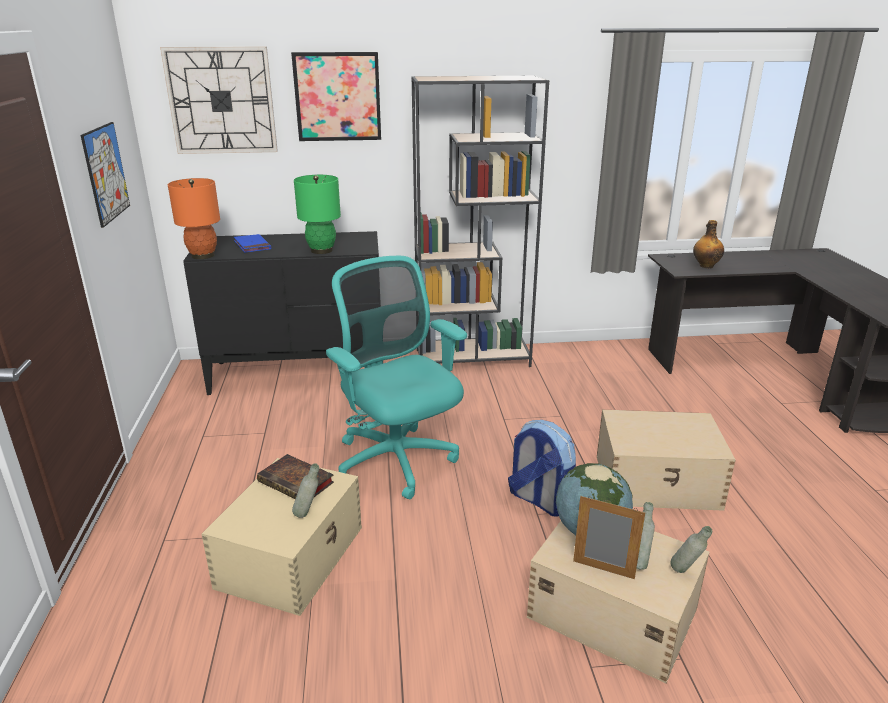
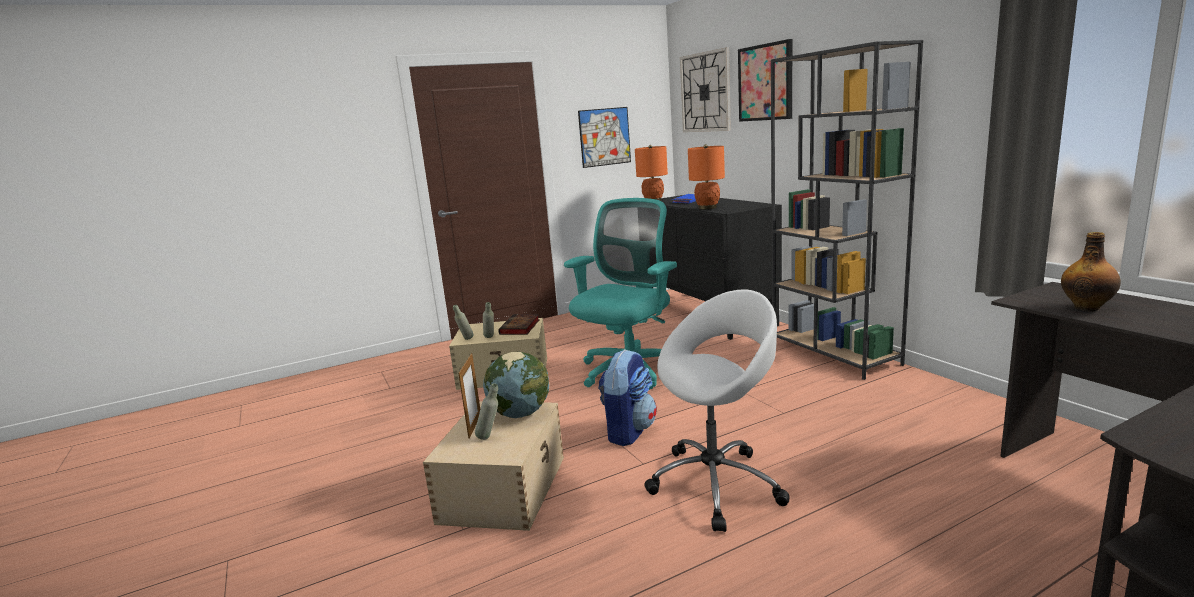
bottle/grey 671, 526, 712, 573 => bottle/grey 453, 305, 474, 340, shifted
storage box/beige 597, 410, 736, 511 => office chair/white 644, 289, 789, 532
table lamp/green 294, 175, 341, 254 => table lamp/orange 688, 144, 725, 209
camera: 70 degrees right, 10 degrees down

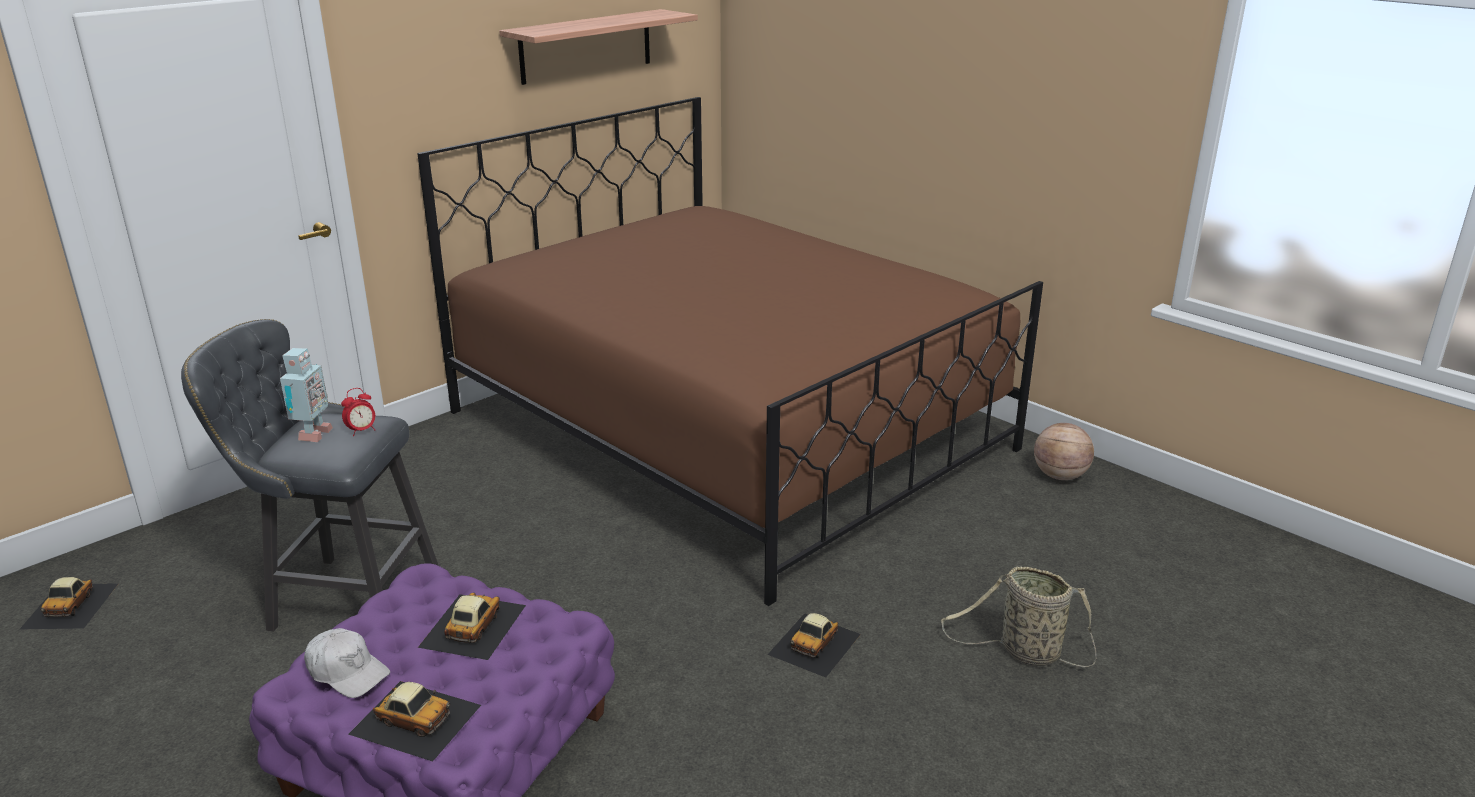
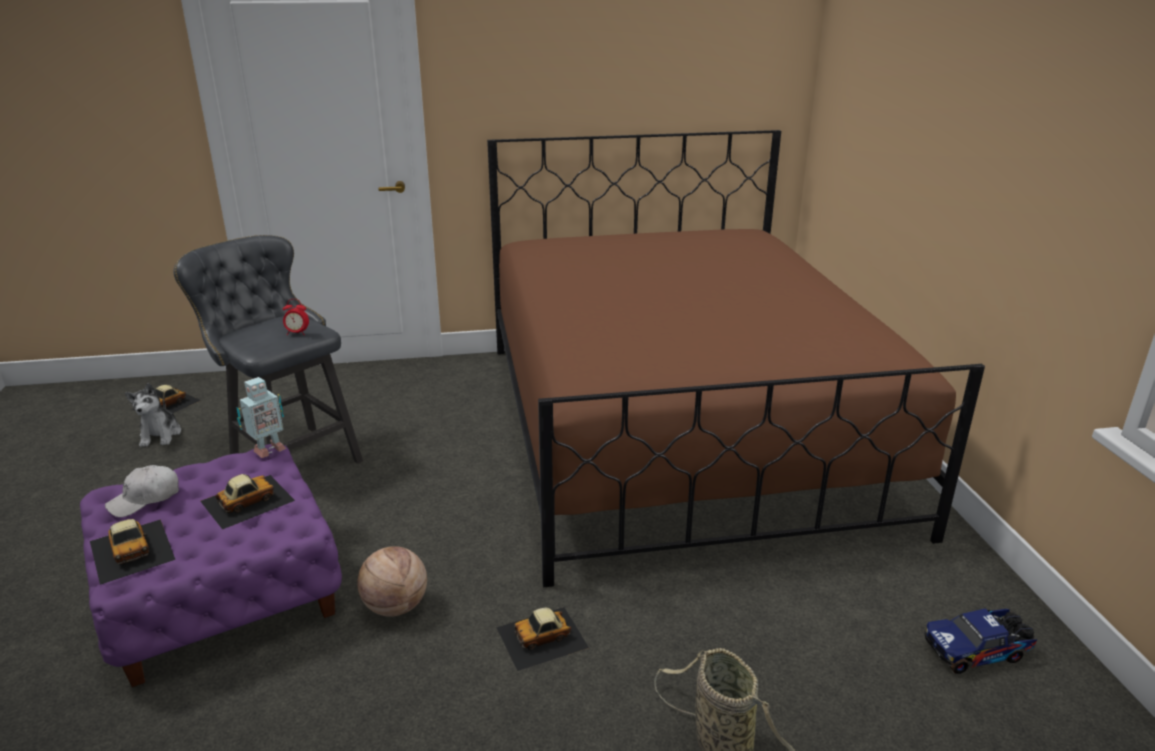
shelf 499, 9, 698, 85 => nothing
nothing => plush toy 125, 383, 181, 447
nothing => toy truck 924, 608, 1038, 674
toy robot 280, 348, 333, 442 => toy robot 237, 377, 286, 458, shifted
basketball 1034, 423, 1094, 480 => basketball 357, 546, 427, 617, shifted
cap/white 304, 628, 390, 698 => cap/white 105, 465, 179, 517, 75 degrees clockwise
camera: 35 degrees right, 0 degrees up

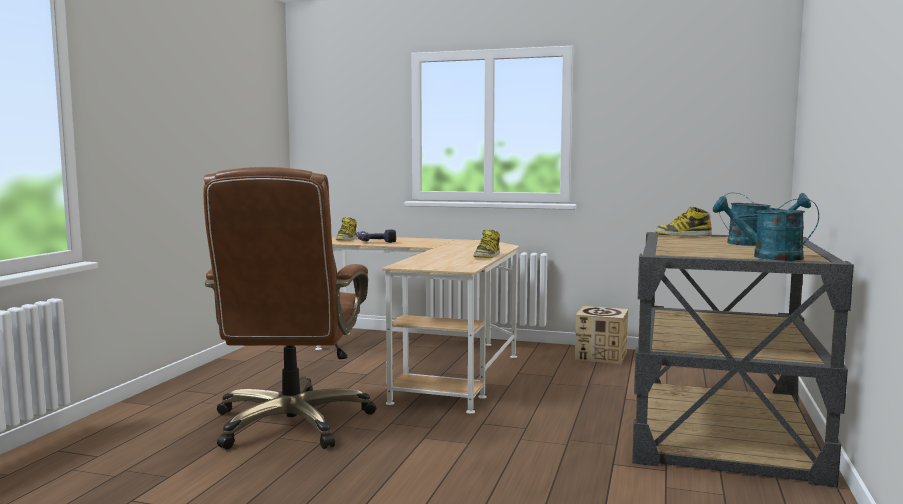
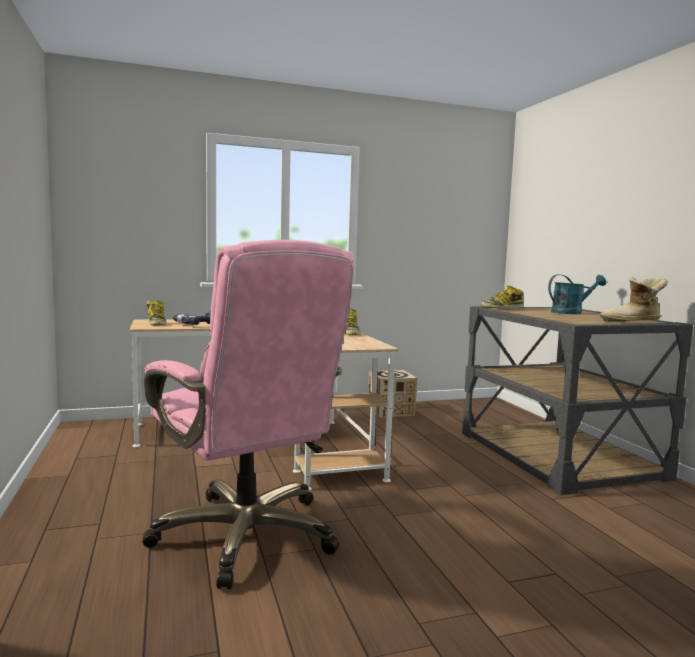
watering can/turquoise 713, 196, 819, 261 => boot 600, 277, 668, 321
office chair/brown 203, 167, 377, 449 => office chair/pink 142, 240, 354, 589
camera: 35 degrees left, 0 degrees up

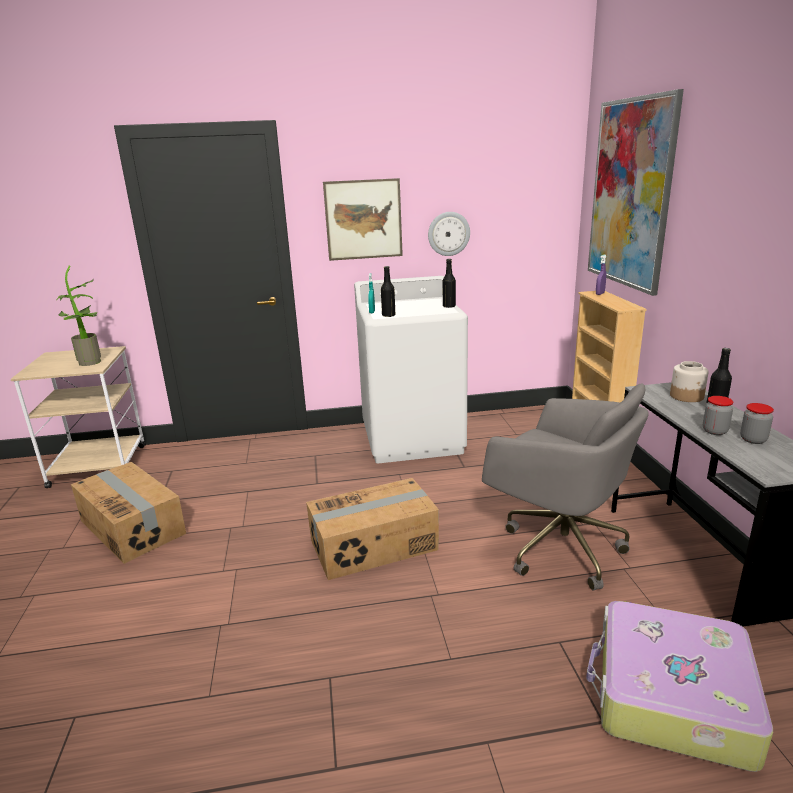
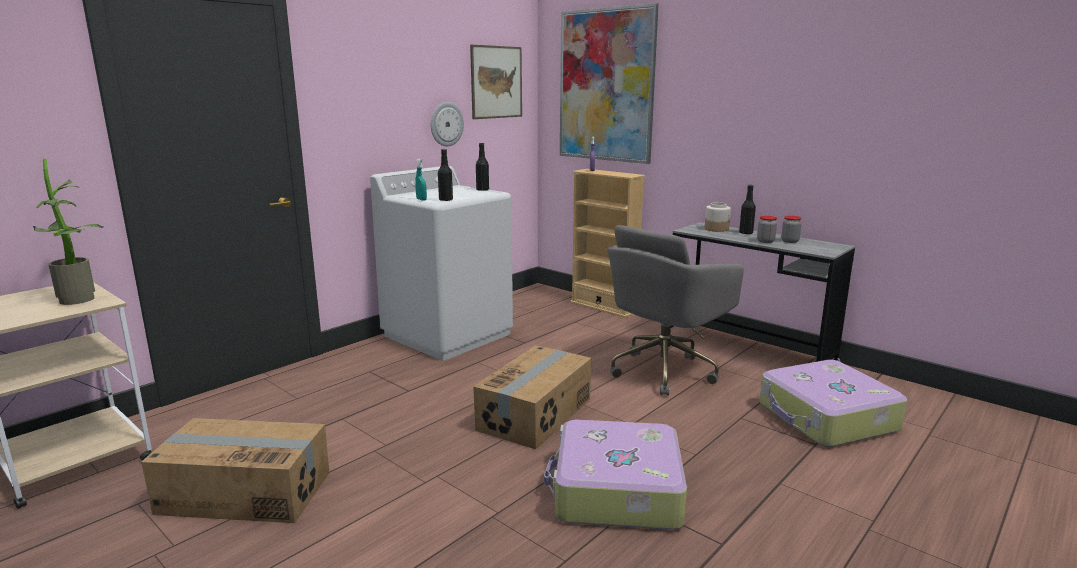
nothing => suitcase 544, 420, 687, 530
picture 323, 178, 403, 261 => picture 470, 45, 522, 119, shifted
office chair/grey 482, 383, 649, 590 => office chair/grey 608, 225, 744, 396, 135 degrees clockwise
camera: 40 degrees left, 5 degrees down

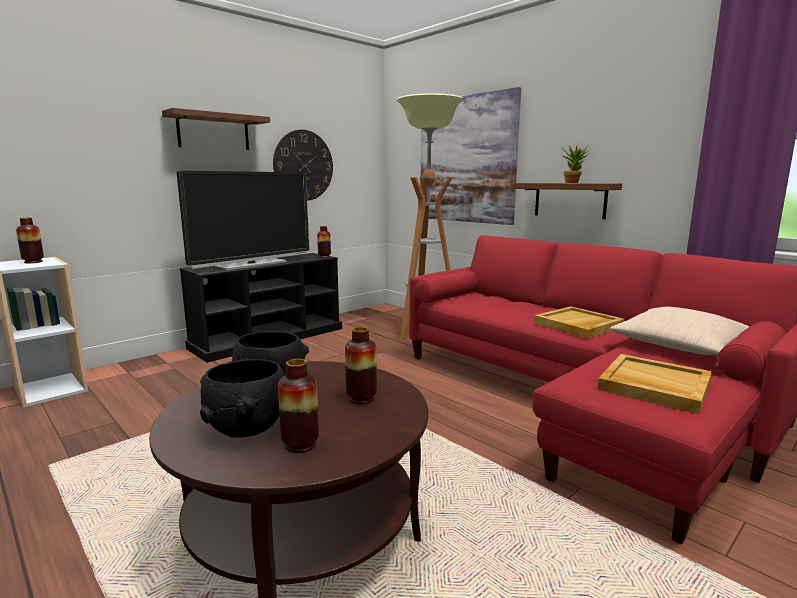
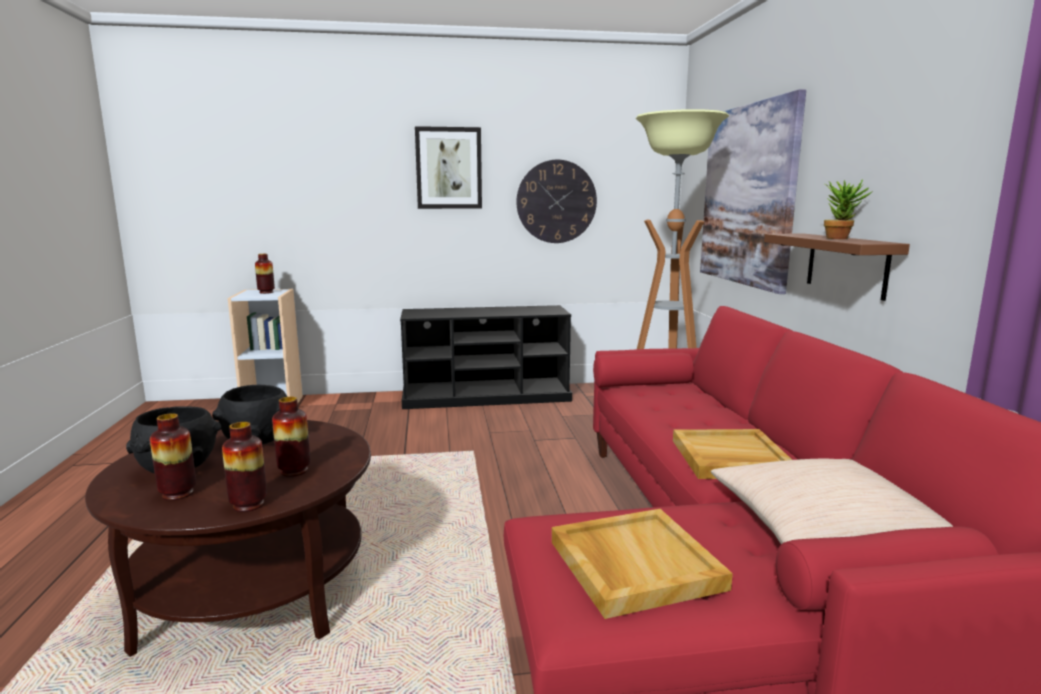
television 177, 171, 309, 271 => nothing
vase 317, 226, 331, 258 => vase 222, 422, 267, 512, shifted
shelf/brown 162, 108, 270, 150 => picture 415, 126, 482, 209
camera: 35 degrees right, 0 degrees up

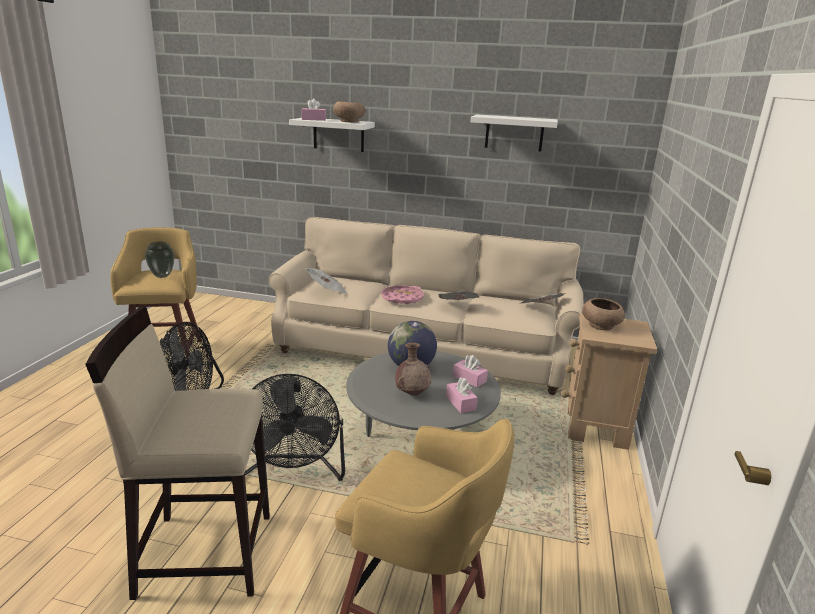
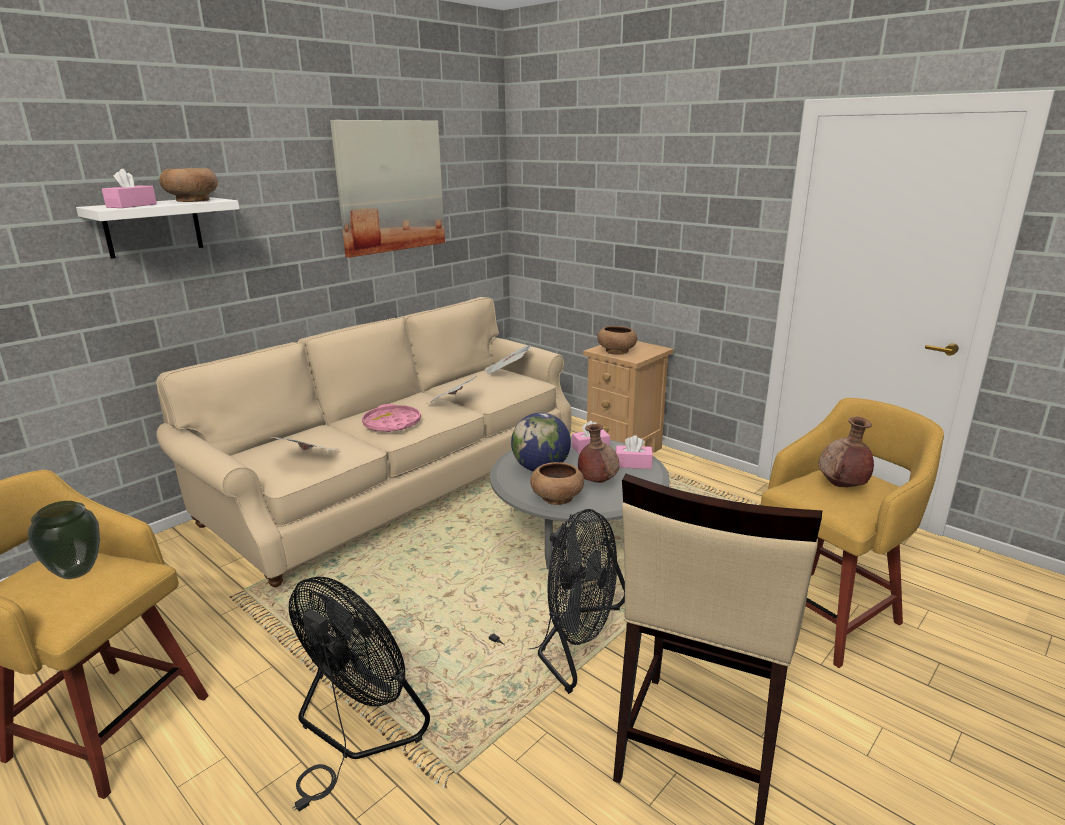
nothing => bowl/brown 530, 462, 584, 505
nothing => vase/brown 818, 417, 874, 487
shelf/white 471, 114, 558, 152 => picture 330, 120, 445, 258
camera: 60 degrees left, 0 degrees up

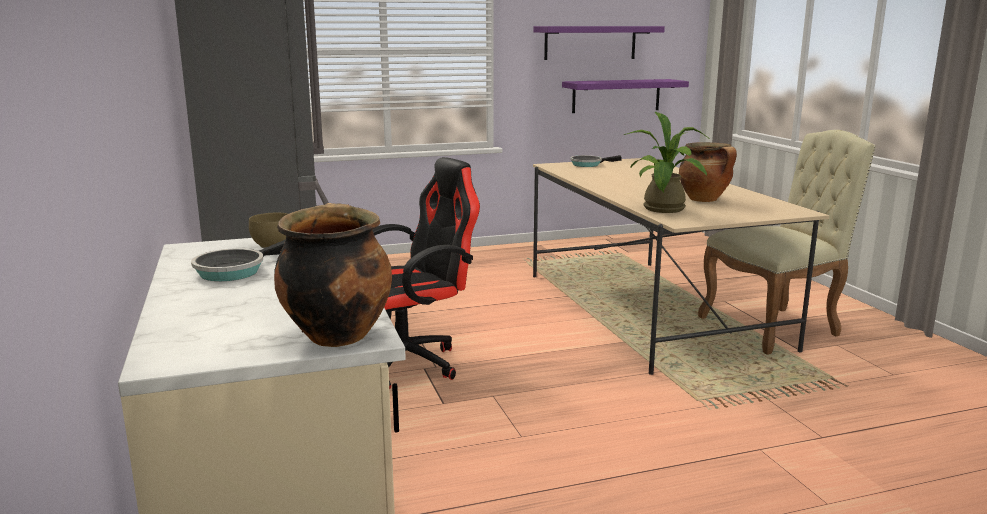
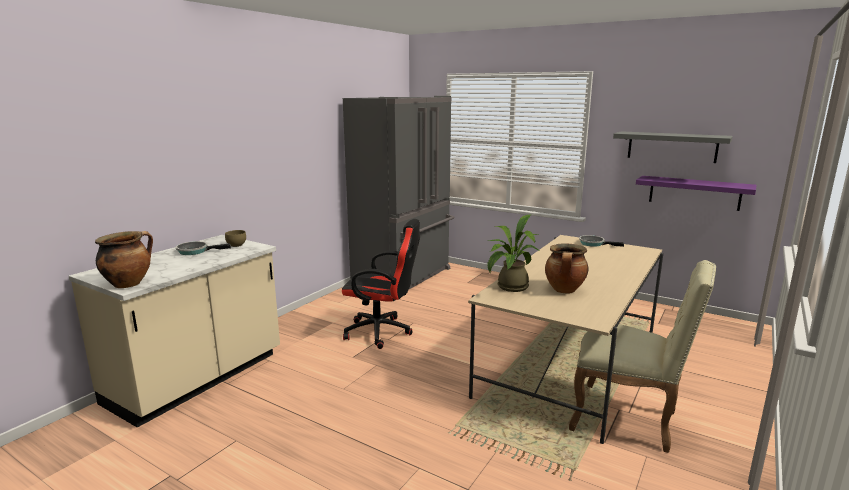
shelf/purple 534, 26, 665, 60 => shelf/grey 613, 131, 733, 163
camera: 50 degrees right, 0 degrees up

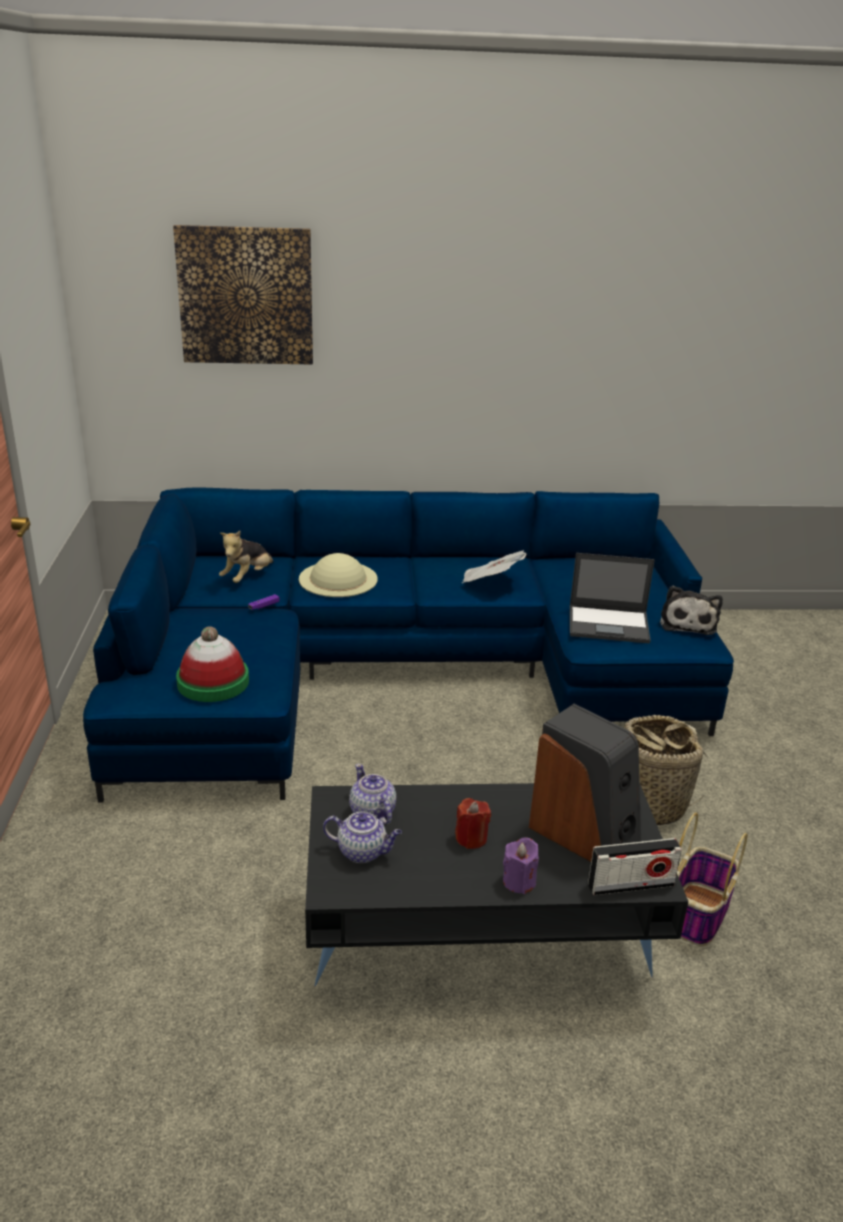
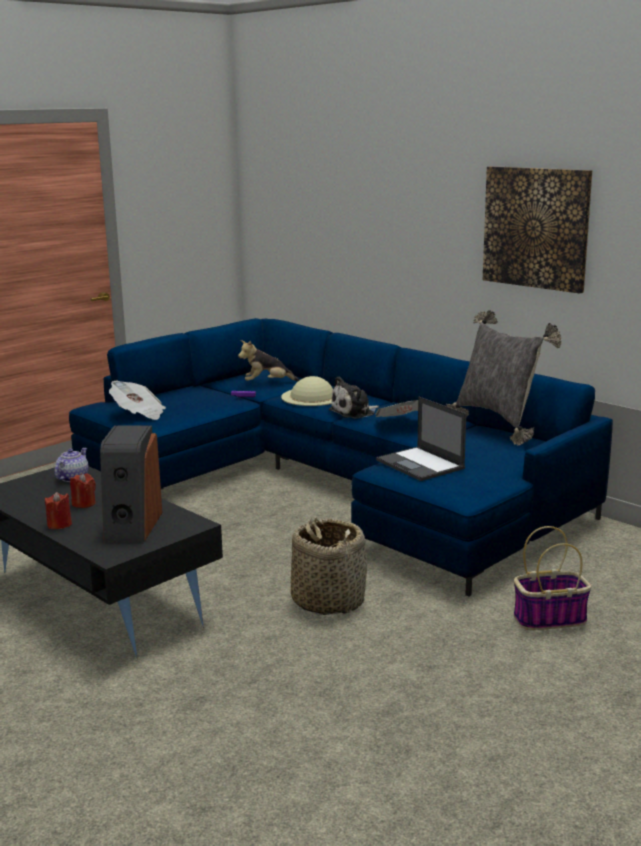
teapot 323, 812, 402, 863 => nothing
radio 588, 838, 682, 895 => nothing
nothing => pillow 446, 311, 562, 445
picture 173, 225, 313, 365 => picture 483, 166, 592, 294, shifted
plush toy 660, 586, 723, 635 => plush toy 329, 376, 379, 419, shifted
basket 677, 813, 747, 946 => basket 514, 526, 591, 630, shifted
hat 176, 626, 249, 702 => newspaper 109, 381, 166, 420
candle/purple 503, 837, 539, 894 => candle/red 45, 492, 72, 529
camera: 50 degrees right, 10 degrees down

